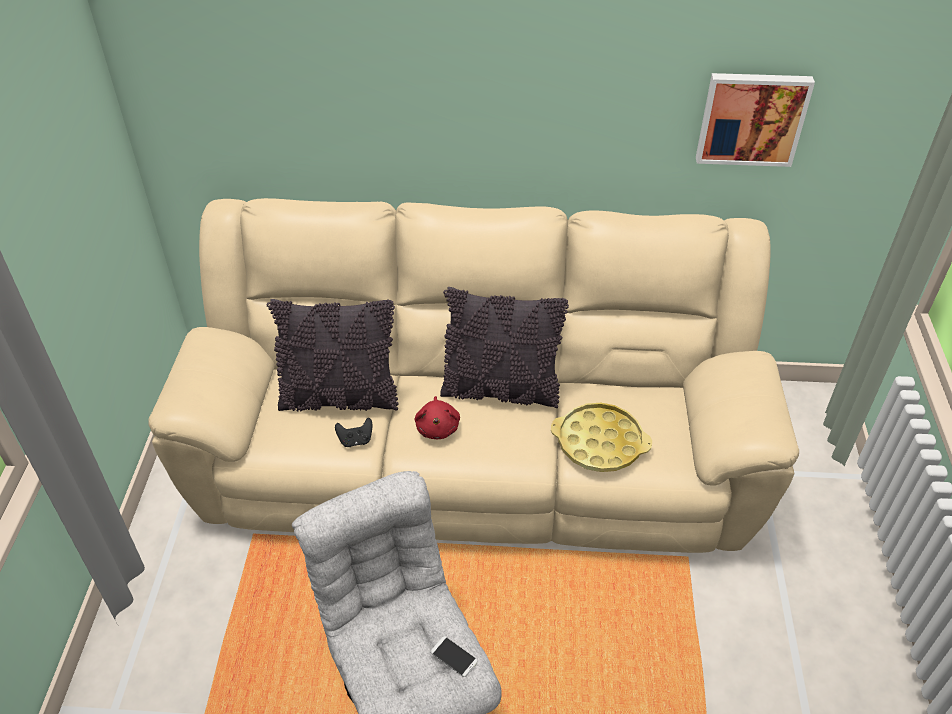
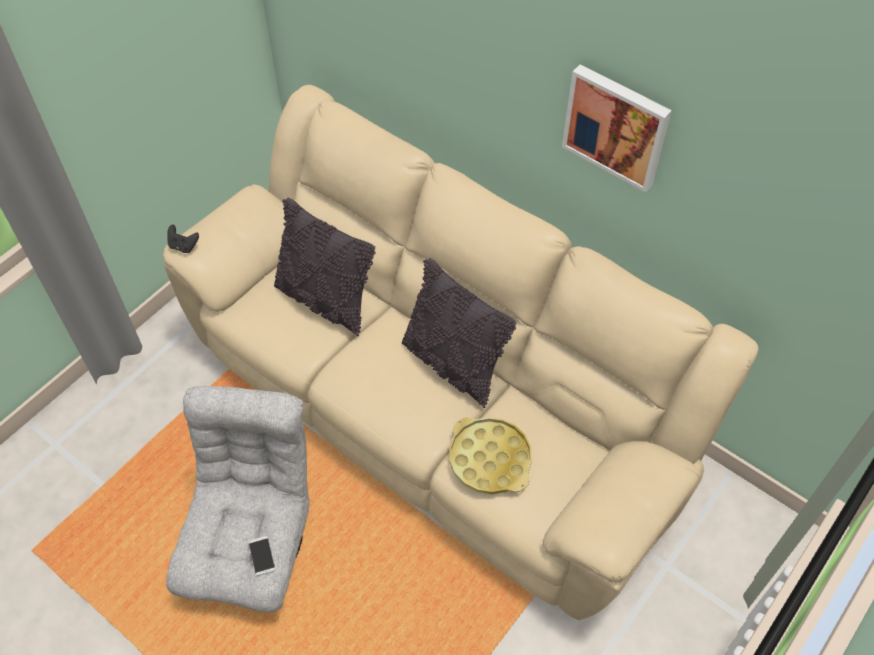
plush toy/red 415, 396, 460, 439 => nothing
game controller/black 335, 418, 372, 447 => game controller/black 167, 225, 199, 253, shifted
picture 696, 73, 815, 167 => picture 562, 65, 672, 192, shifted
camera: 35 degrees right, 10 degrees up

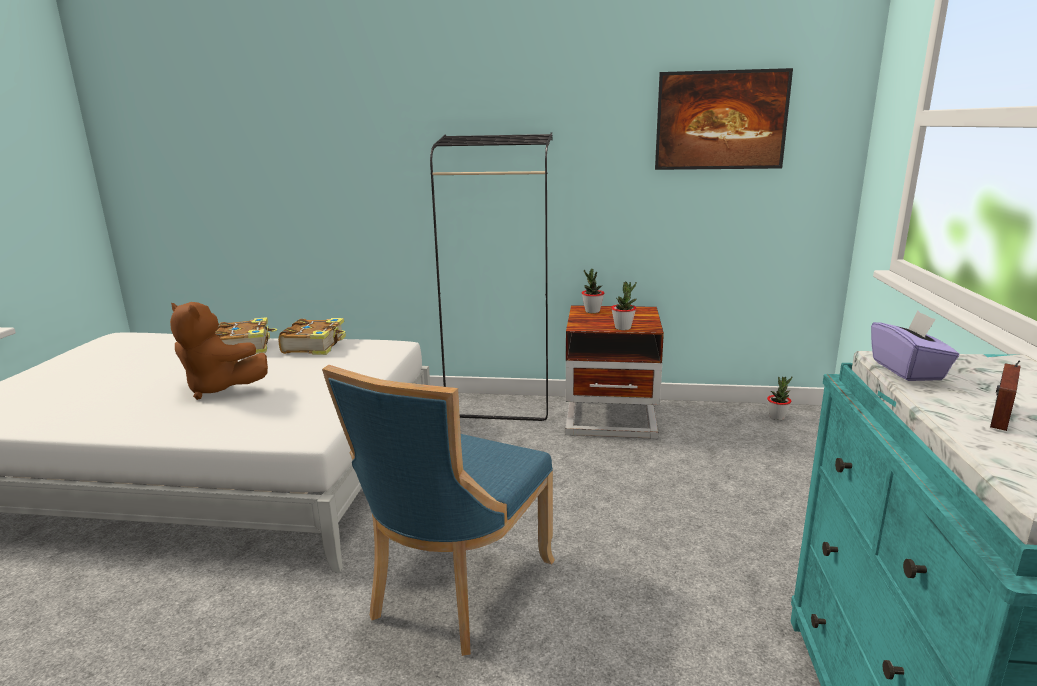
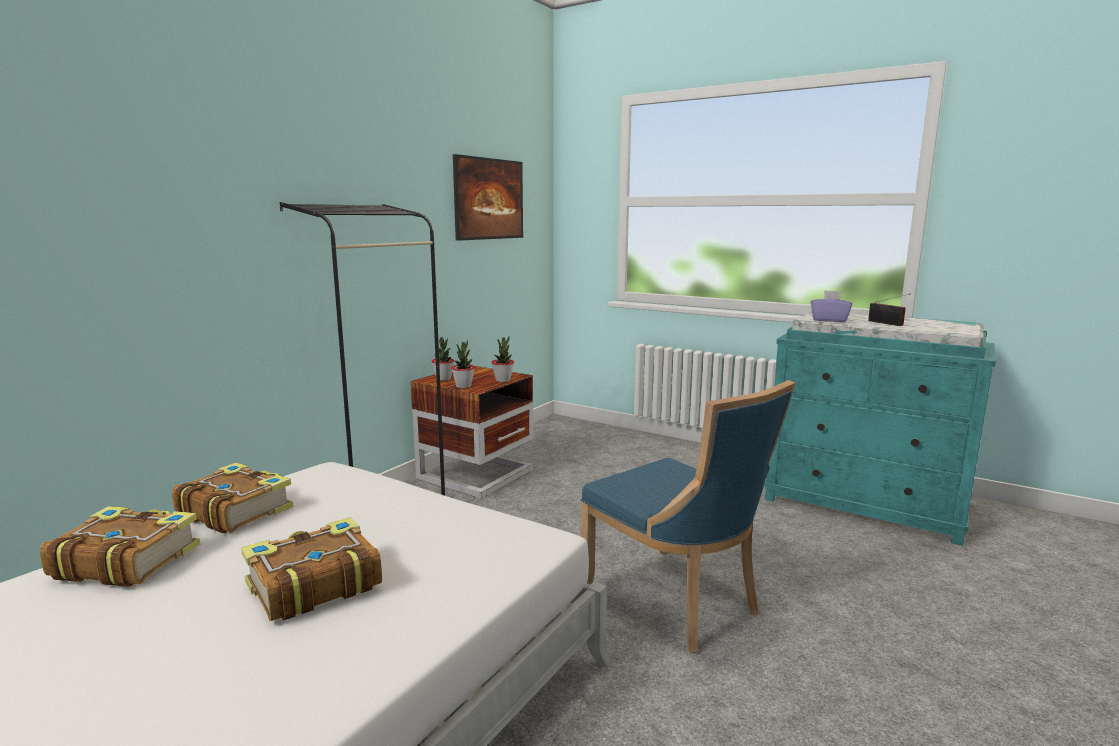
potted plant 767, 377, 792, 420 => potted plant 451, 340, 475, 388, shifted
plush toy/brown 170, 302, 268, 400 => book 241, 517, 382, 621
camera: 65 degrees left, 5 degrees down

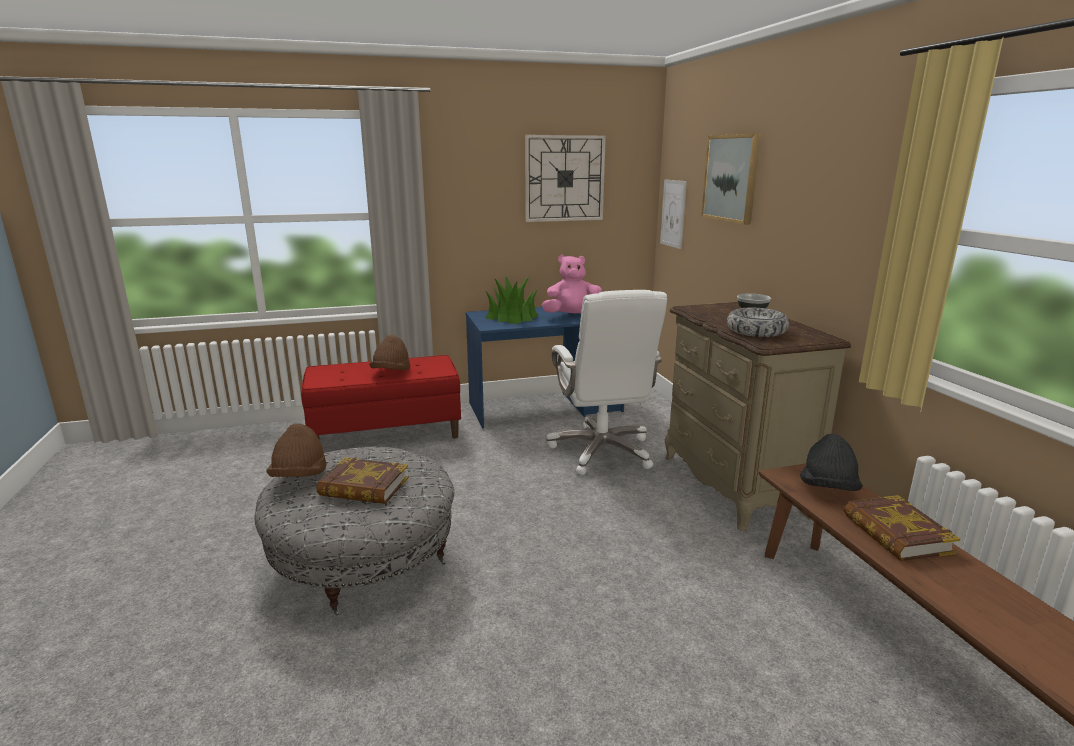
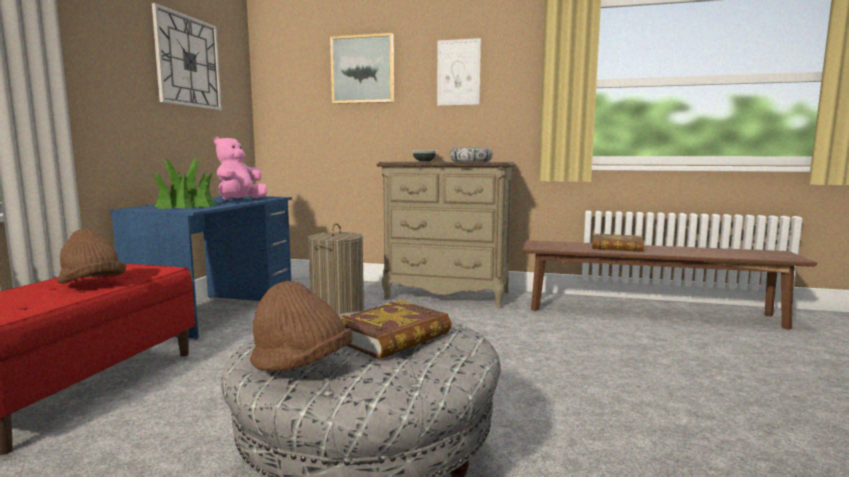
hat/black 800, 434, 863, 491 => nothing
picture 660, 179, 687, 249 => picture 437, 38, 481, 106, shifted
office chair/white 547, 290, 667, 475 => laundry basket 308, 223, 364, 314
camera: 60 degrees left, 10 degrees down

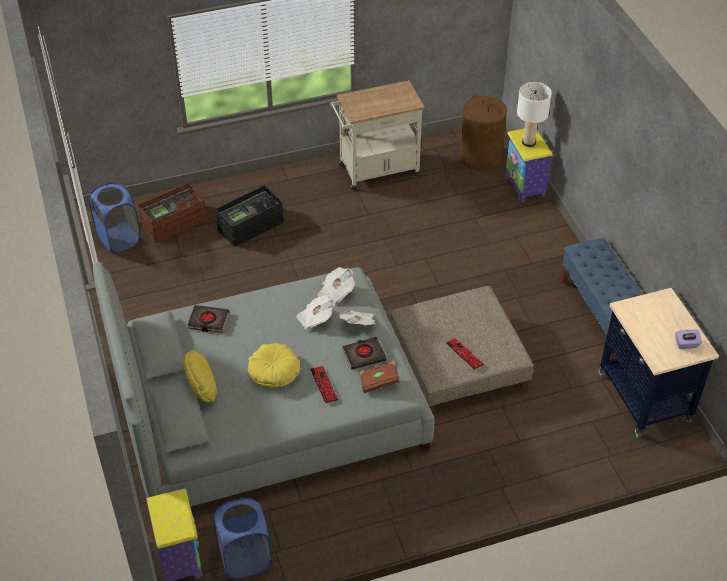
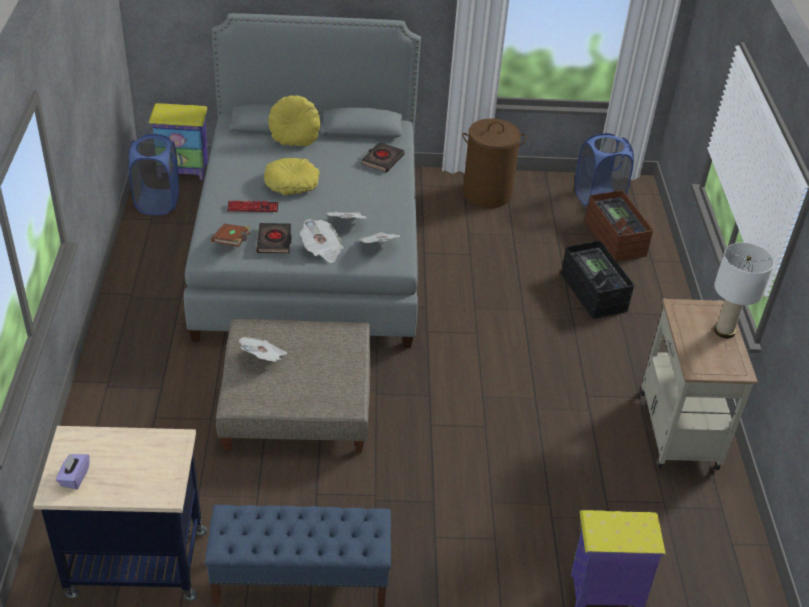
laundry basket/brown 460, 95, 507, 171 => laundry basket/brown 462, 118, 527, 208, shifted
table lamp/white 517, 82, 552, 147 => table lamp/white 714, 242, 774, 338, shifted
keyboard 446, 338, 484, 370 => newspaper 239, 337, 287, 362
camera: 105 degrees right, 5 degrees down

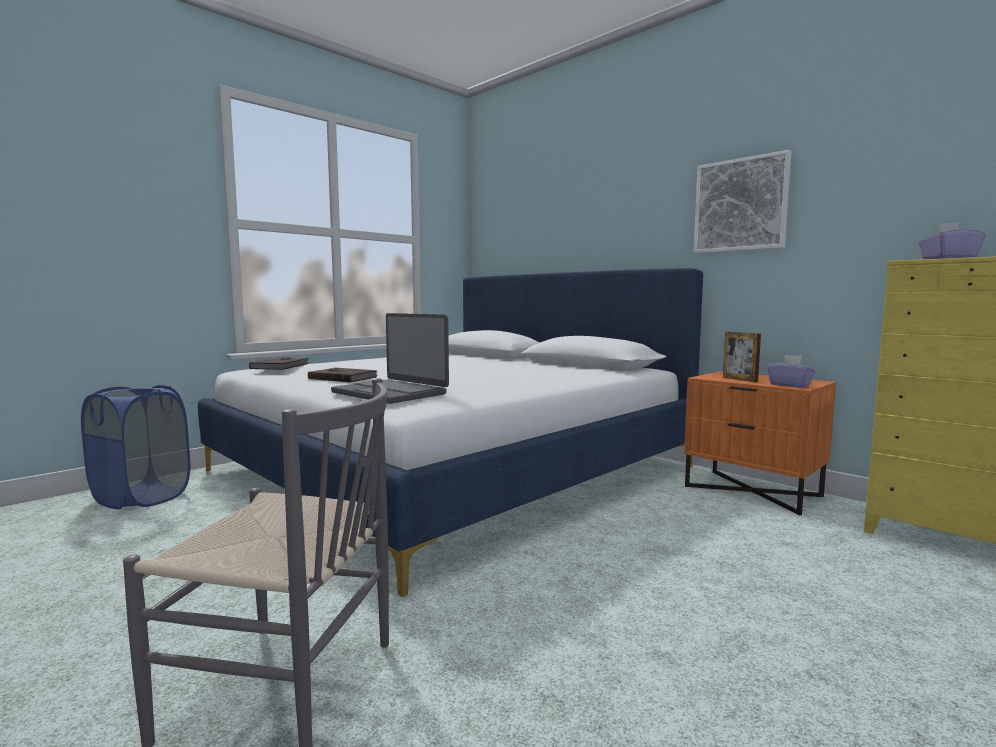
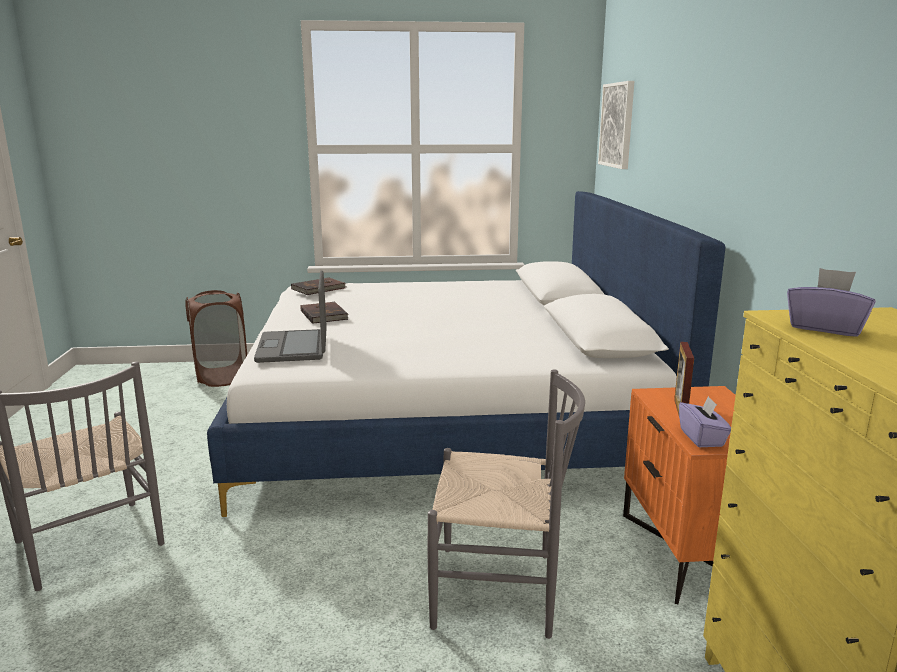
nothing => chair/grey 428, 369, 585, 639
picture 694, 150, 792, 253 => picture 598, 81, 634, 169, shifted
laundry basket/blue 81, 385, 190, 509 => laundry basket/brown 185, 290, 247, 387
camera: 40 degrees right, 10 degrees up

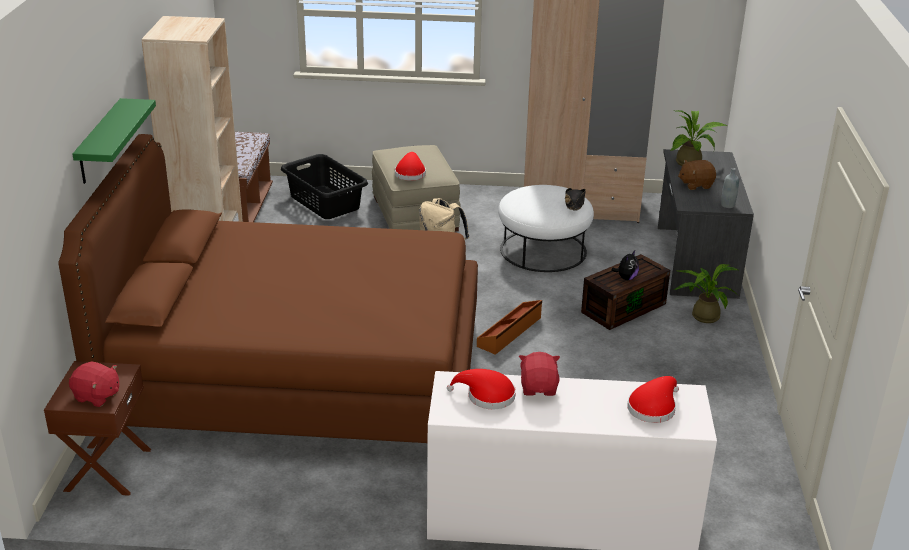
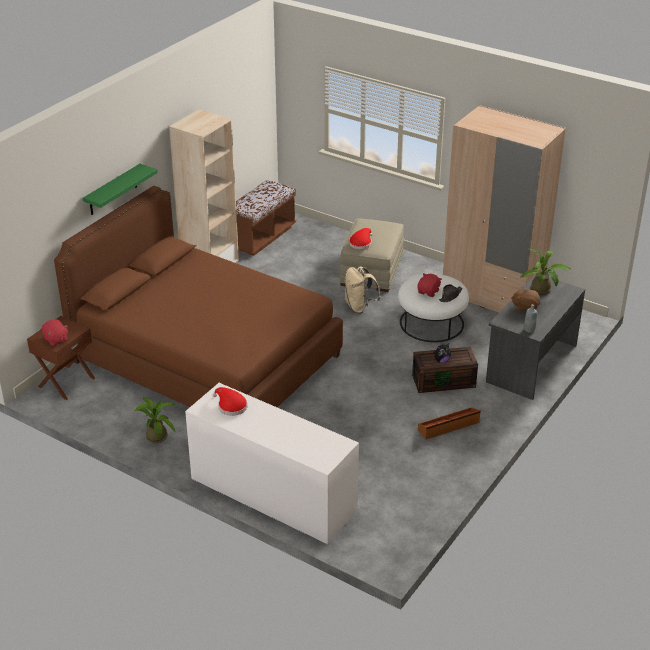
laundry basket/black 281, 154, 368, 219 => nothing
hat/red 627, 376, 679, 423 => nothing
storage box/brown 477, 300, 542, 355 => storage box/brown 418, 407, 481, 440, shifted
plush toy/red 519, 352, 560, 396 => plush toy/red 417, 273, 442, 297, shifted
potted plant 673, 264, 742, 323 => potted plant 134, 397, 176, 443, shifted
camera: 30 degrees right, 5 degrees up

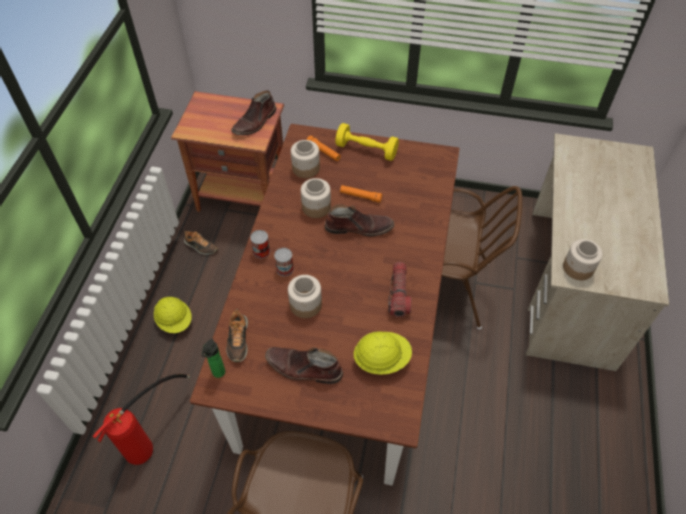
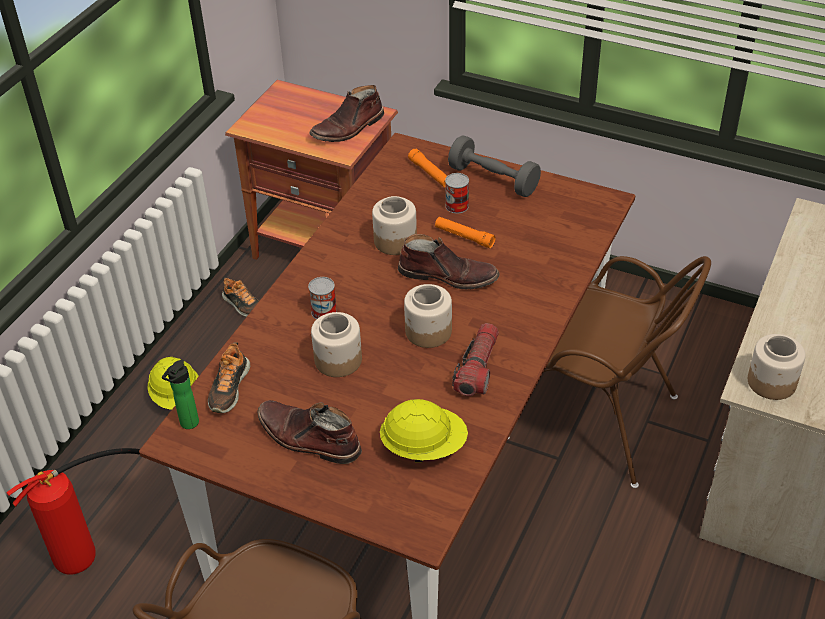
can 250, 230, 270, 258 => can 445, 173, 469, 213, shifted
jar 291, 140, 320, 178 => jar 404, 284, 452, 348, shifted
dumbbell/yellow 335, 123, 399, 161 => dumbbell/grey 448, 135, 541, 197
camera: 15 degrees right, 10 degrees down

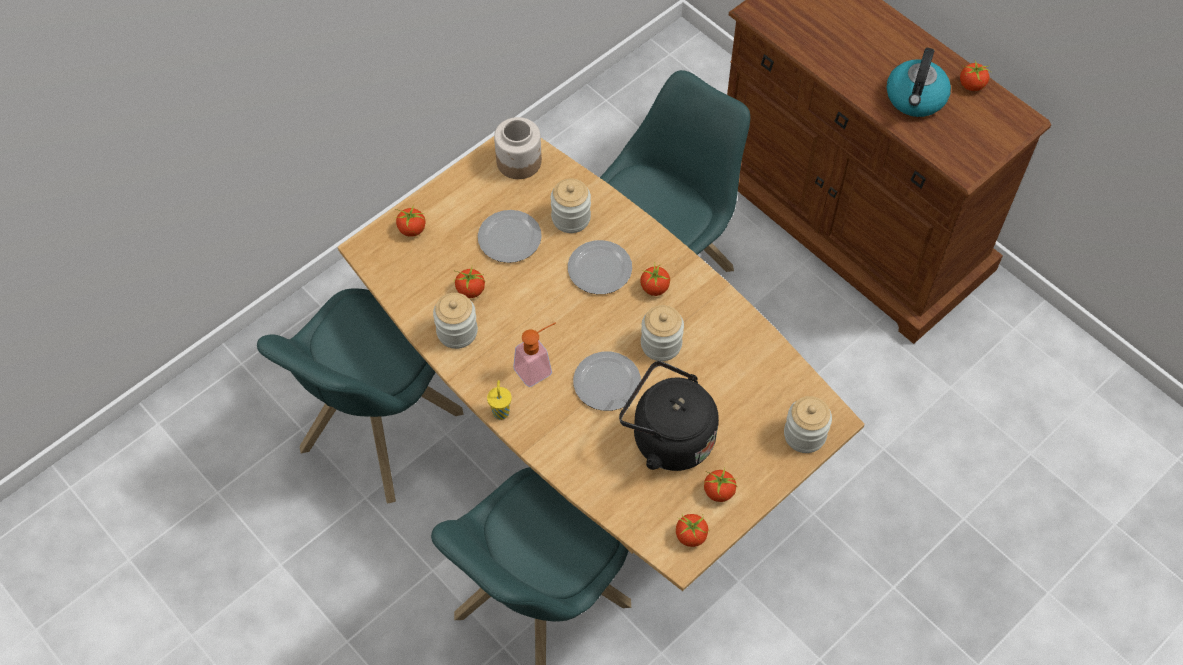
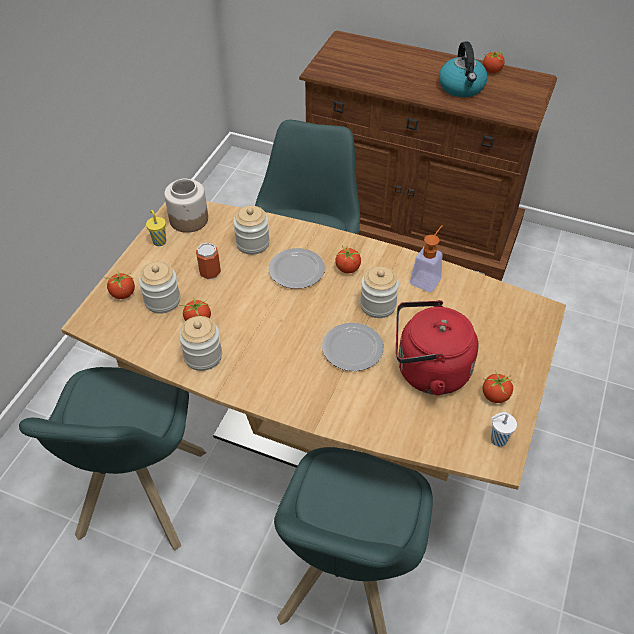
cup/yellow 487, 380, 512, 420 => cup/yellow 146, 210, 166, 246, shifted
soap dispenser 513, 323, 556, 387 => soap dispenser 410, 225, 443, 292, shifted
jar 784, 396, 832, 453 => jar 139, 262, 180, 314, shifted
plate 478, 210, 542, 263 => can 196, 242, 221, 280
tomato 676, 514, 710, 547 => cup/white 491, 412, 517, 447
kettle/black 619, 361, 719, 471 => kettle/red 396, 300, 479, 396
camera: 25 degrees left, 10 degrees down

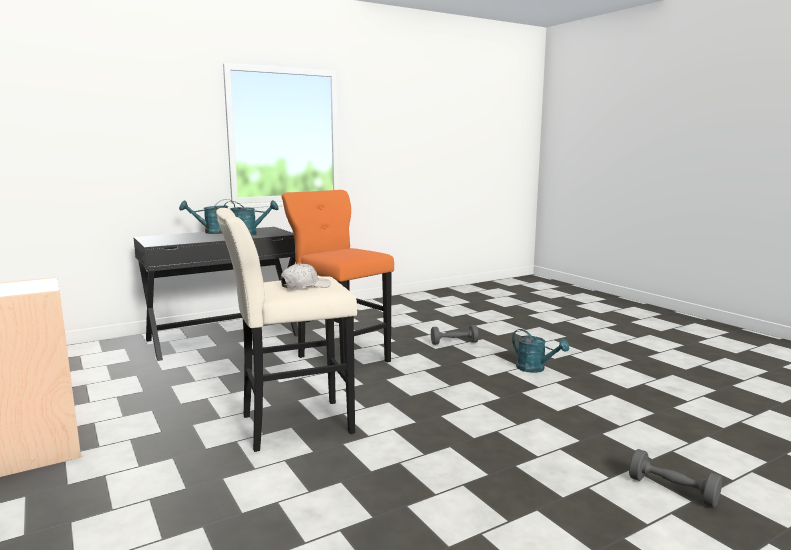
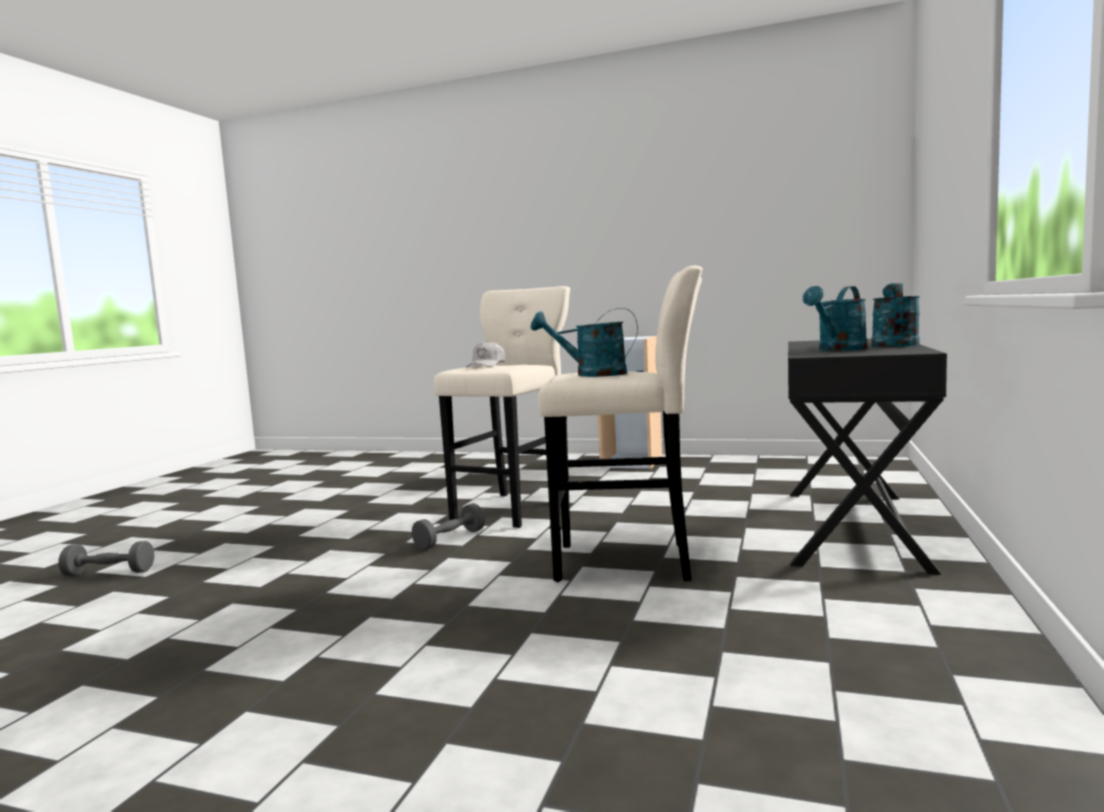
dumbbell/grey 431, 325, 479, 345 => dumbbell/grey 412, 503, 485, 550, shifted
watering can/turquoise 512, 329, 569, 373 => watering can/turquoise 531, 308, 638, 377, shifted
stool/orange 281, 190, 394, 371 => stool/beige 538, 265, 703, 582
camera: 140 degrees right, 5 degrees down

